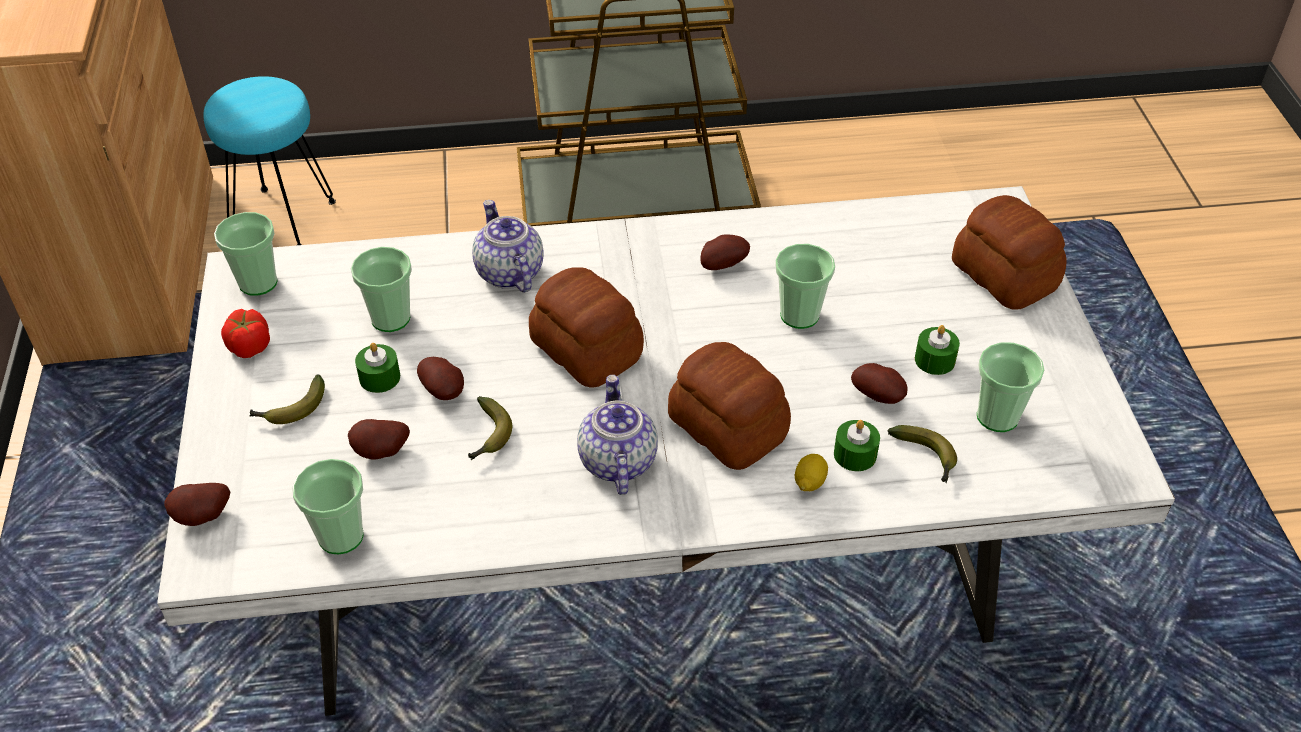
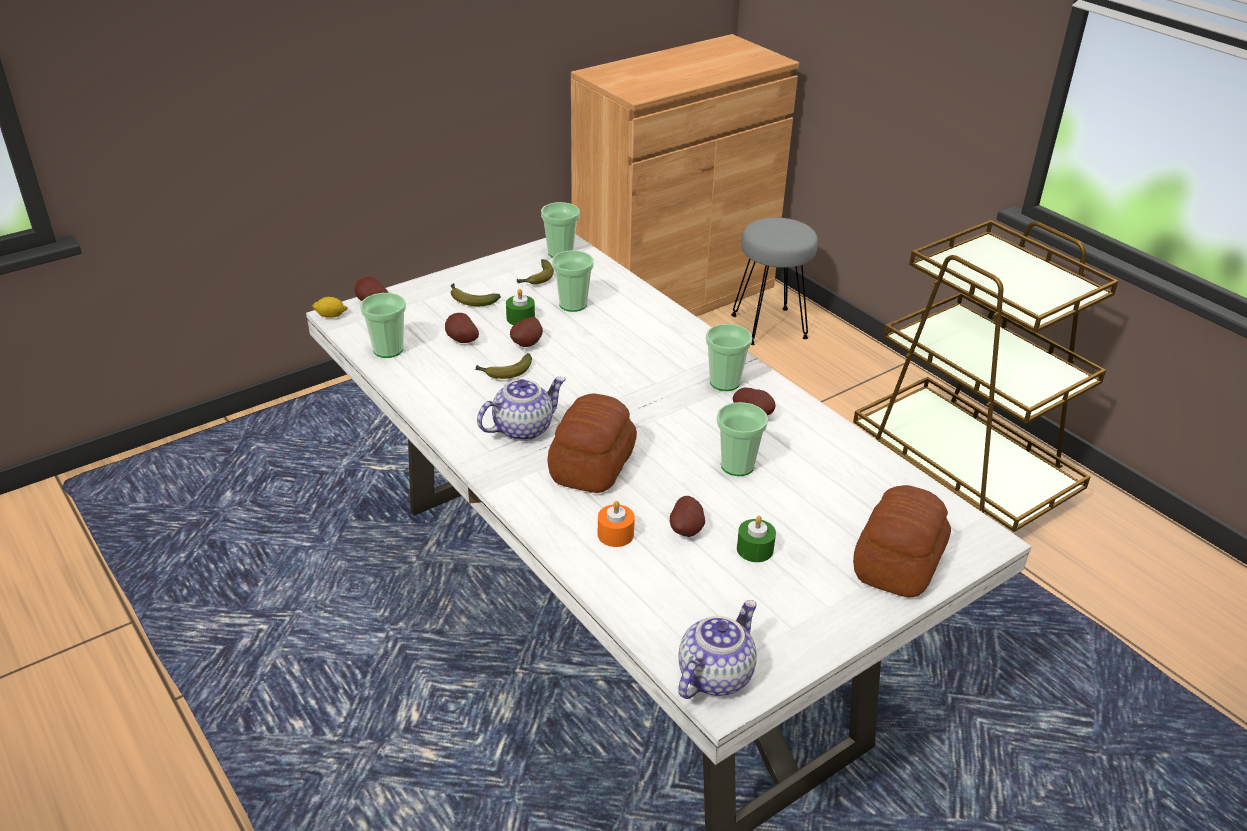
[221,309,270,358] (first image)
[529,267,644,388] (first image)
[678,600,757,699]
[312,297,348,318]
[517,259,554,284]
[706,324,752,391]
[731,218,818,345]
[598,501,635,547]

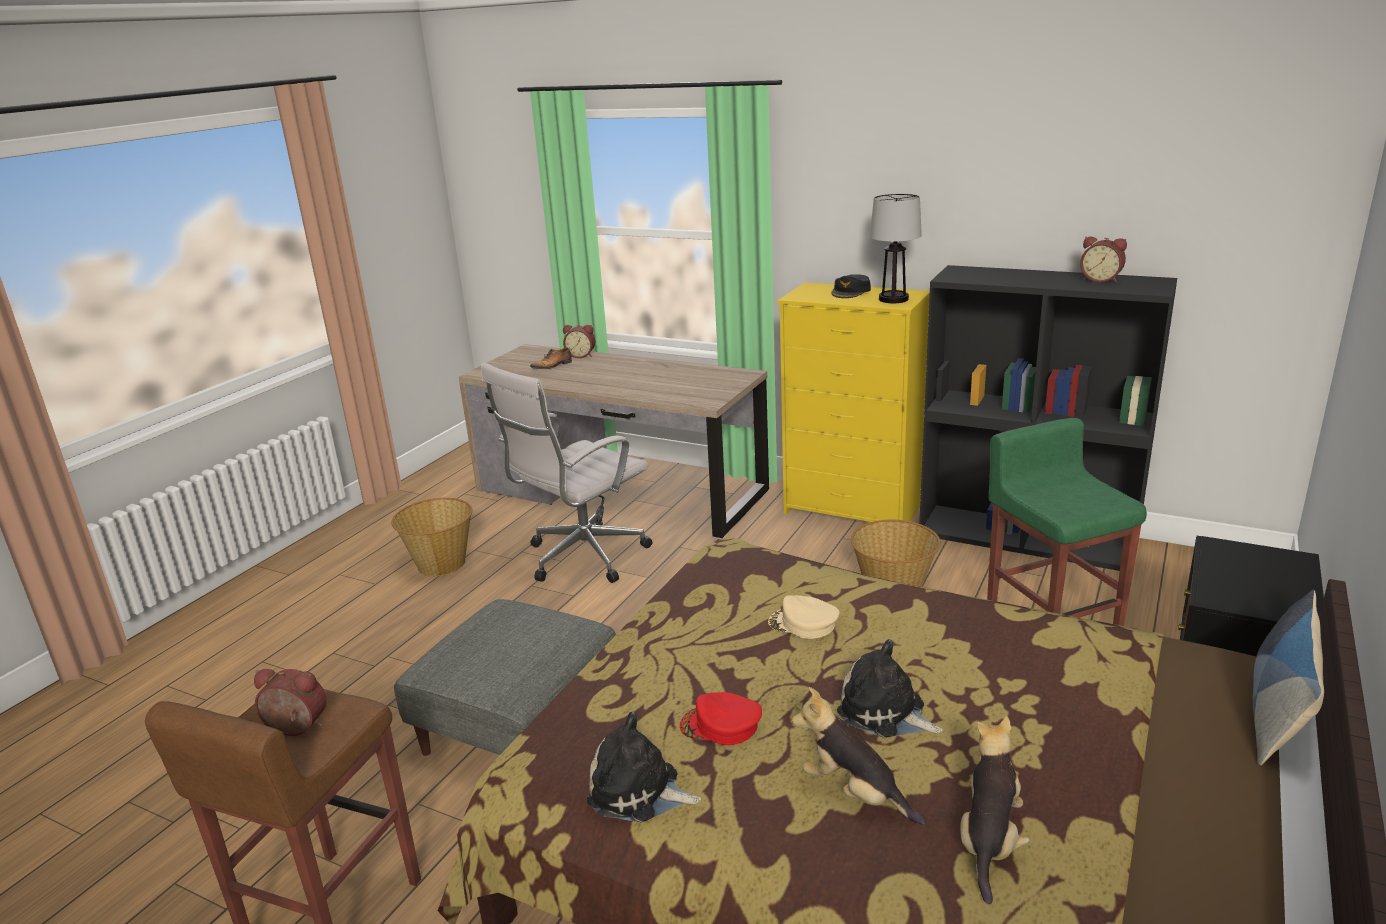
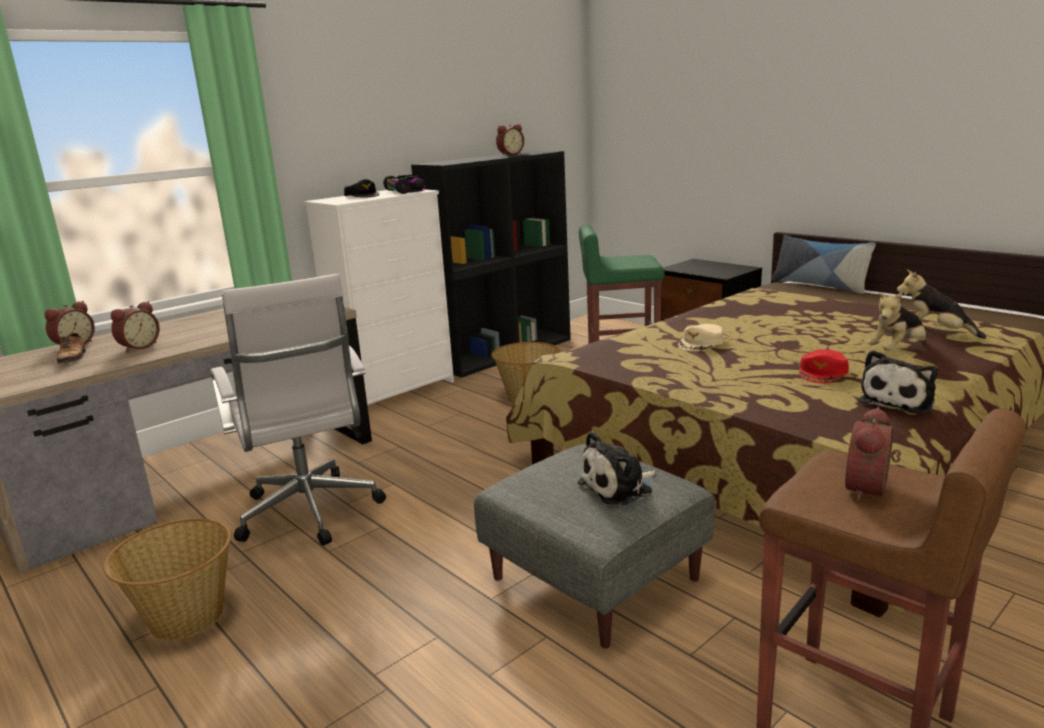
[111,301,160,352]
[578,431,656,505]
[383,174,426,194]
[304,189,454,405]

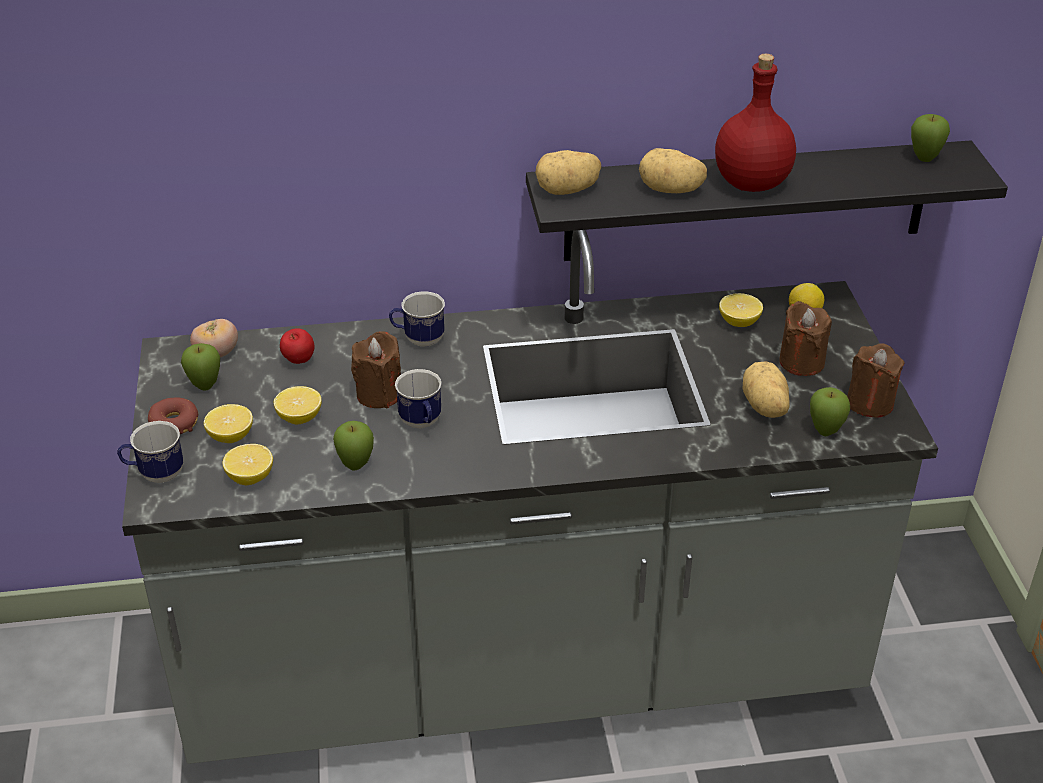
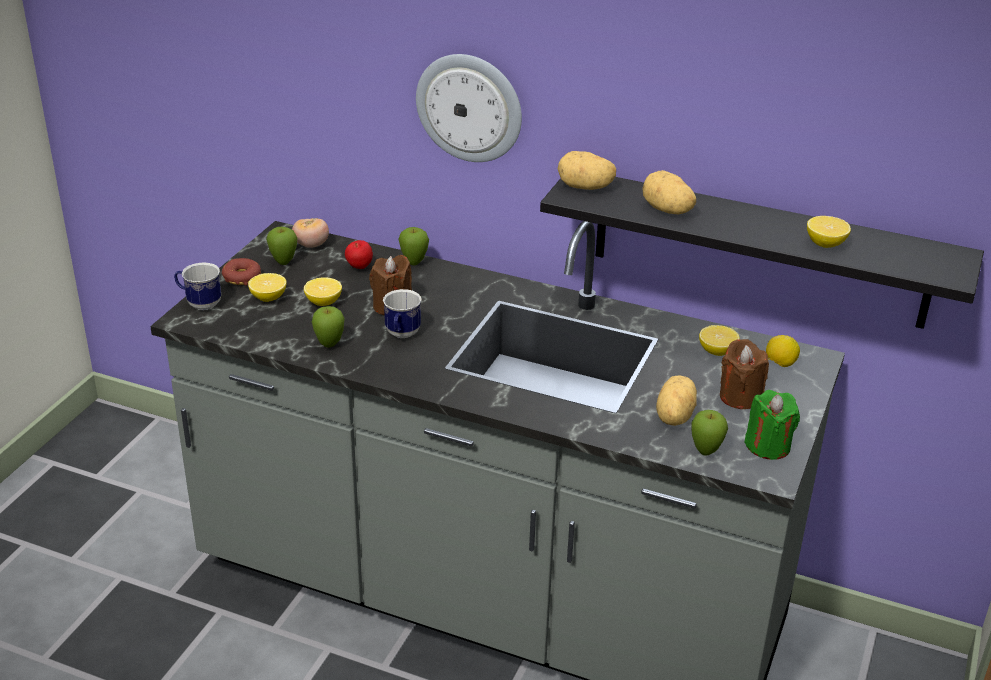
[389,291,445,347] (first image)
[715,54,796,192] (first image)
[416,54,522,162]
[807,216,851,248]
[399,227,429,265]
[744,390,800,460]

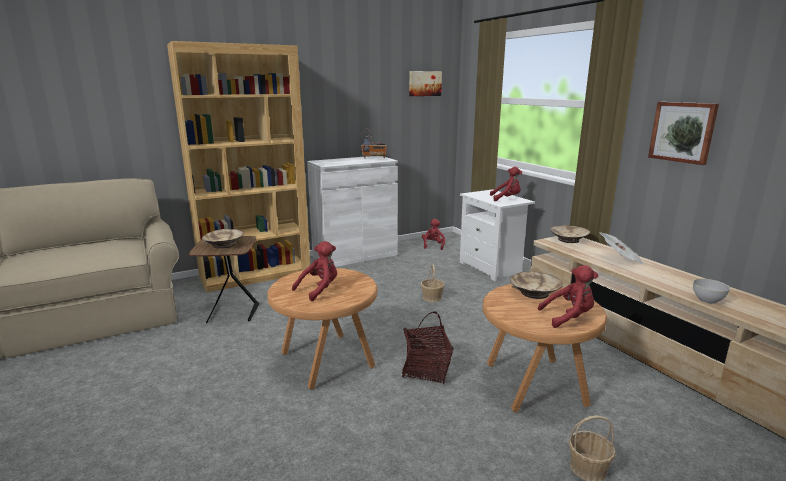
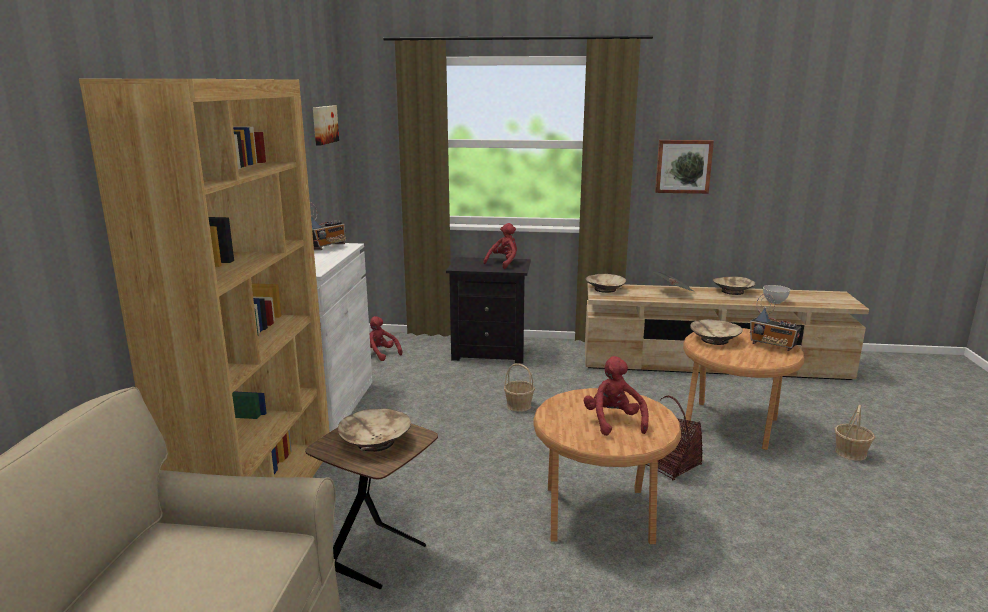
[713,277,756,295]
[749,294,801,351]
[446,257,531,364]

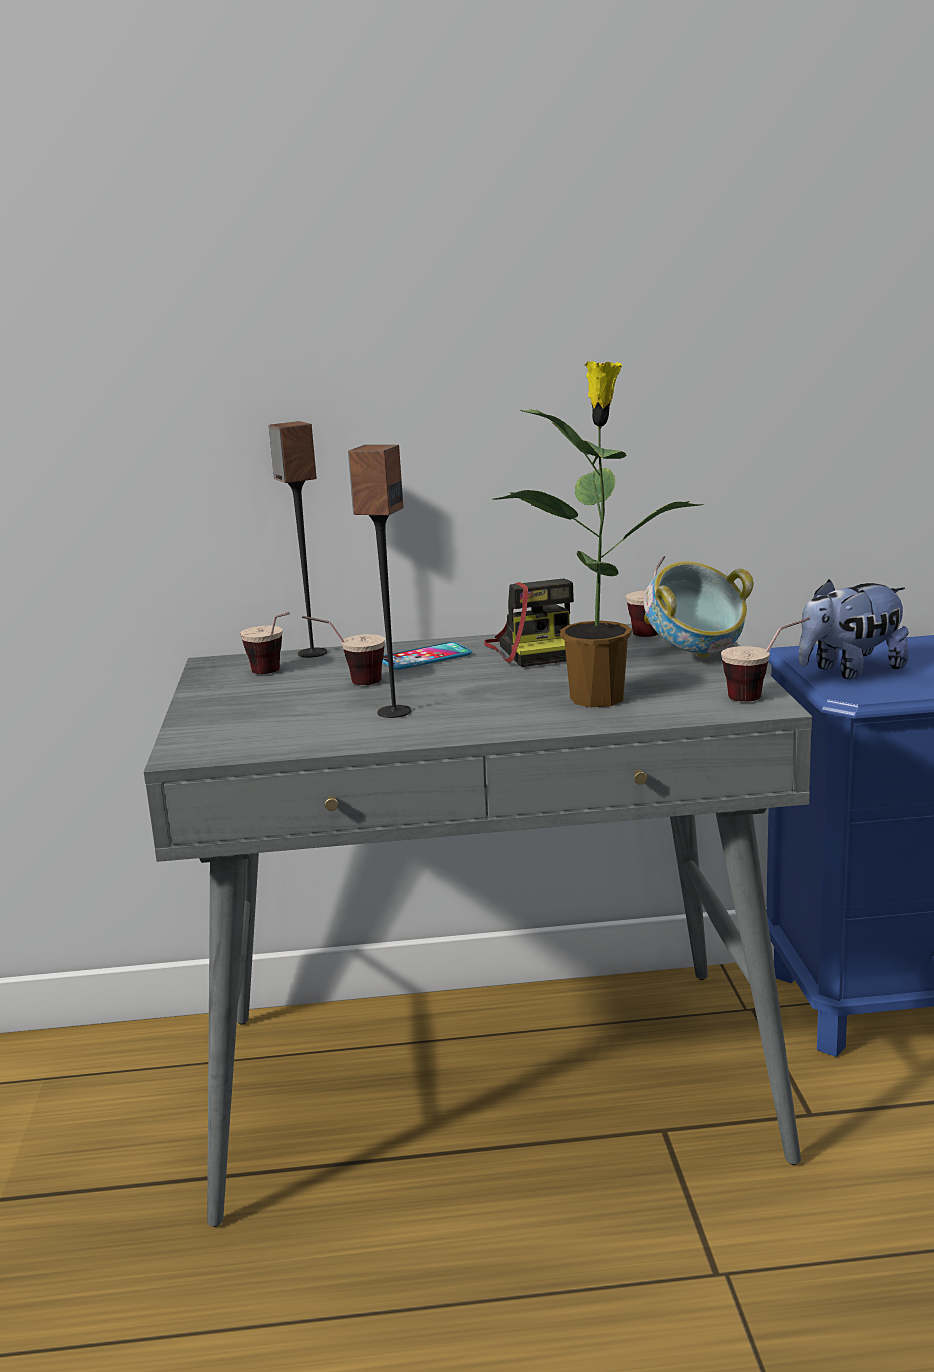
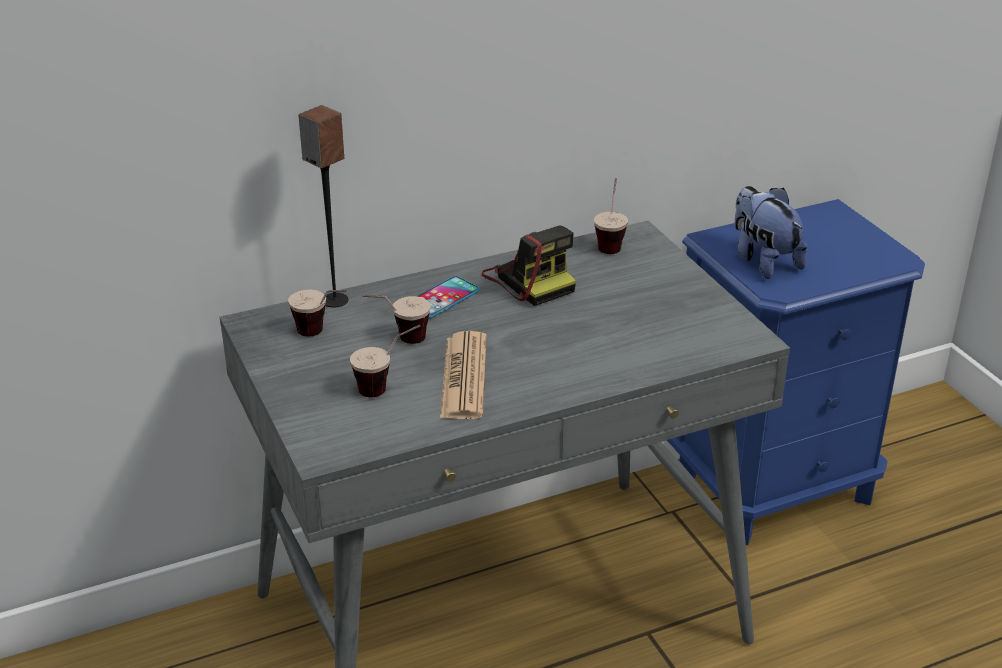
[493,361,704,708] (first image)
[644,561,754,658] (first image)
[350,325,421,397]
[440,331,487,419]
[734,186,807,279]

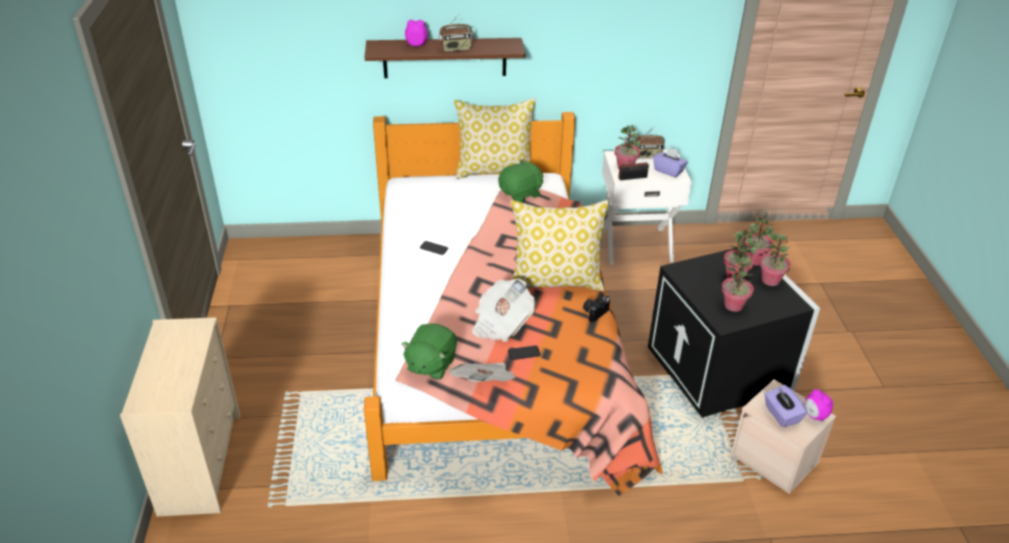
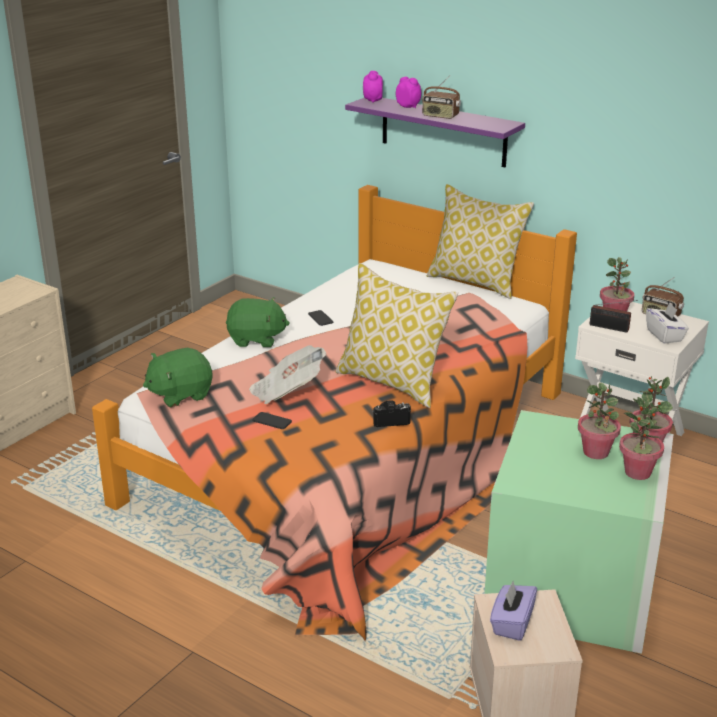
[449,362,516,382] (first image)
[722,255,754,312] (first image)
[226,297,290,347]
[363,71,383,103]
[345,97,525,167]
[484,410,673,654]
[646,302,689,344]

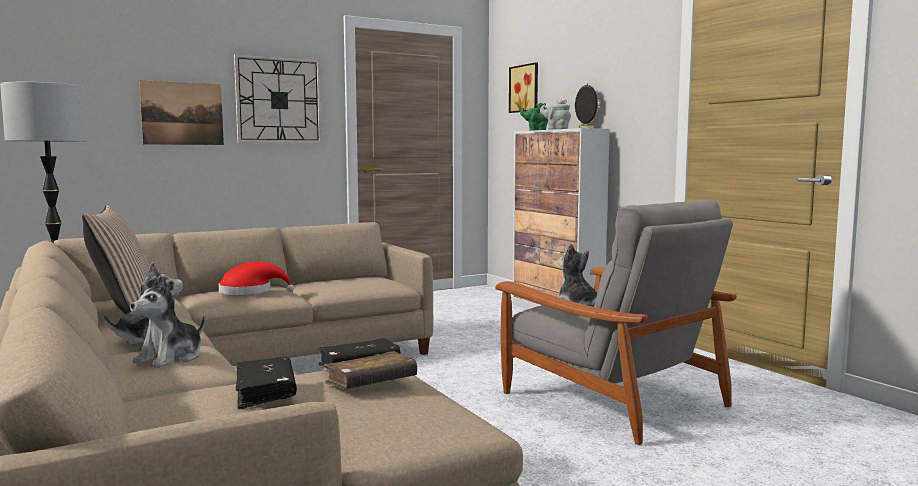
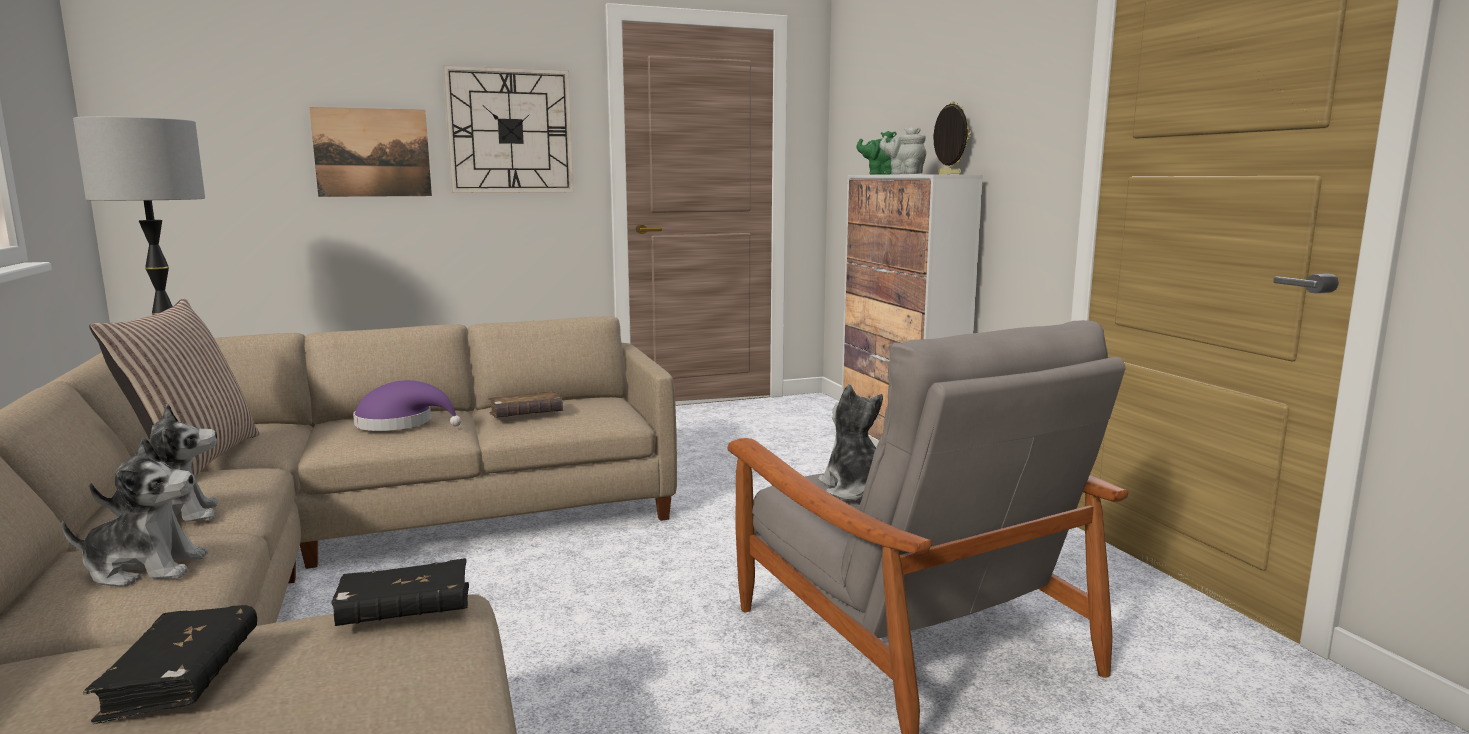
[509,62,538,113] (first image)
[488,391,564,418]
[353,380,461,431]
[62,438,208,587]

